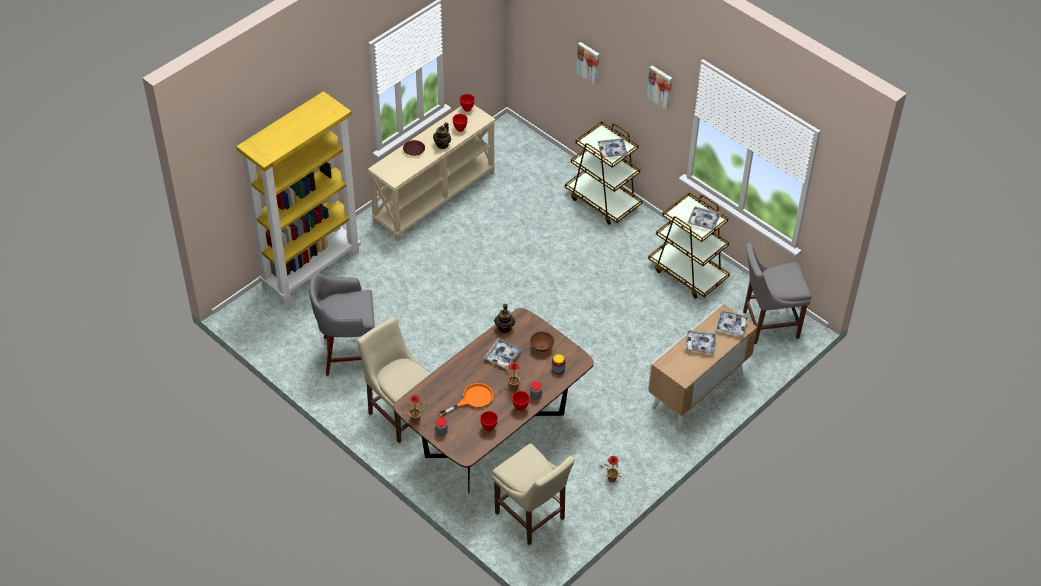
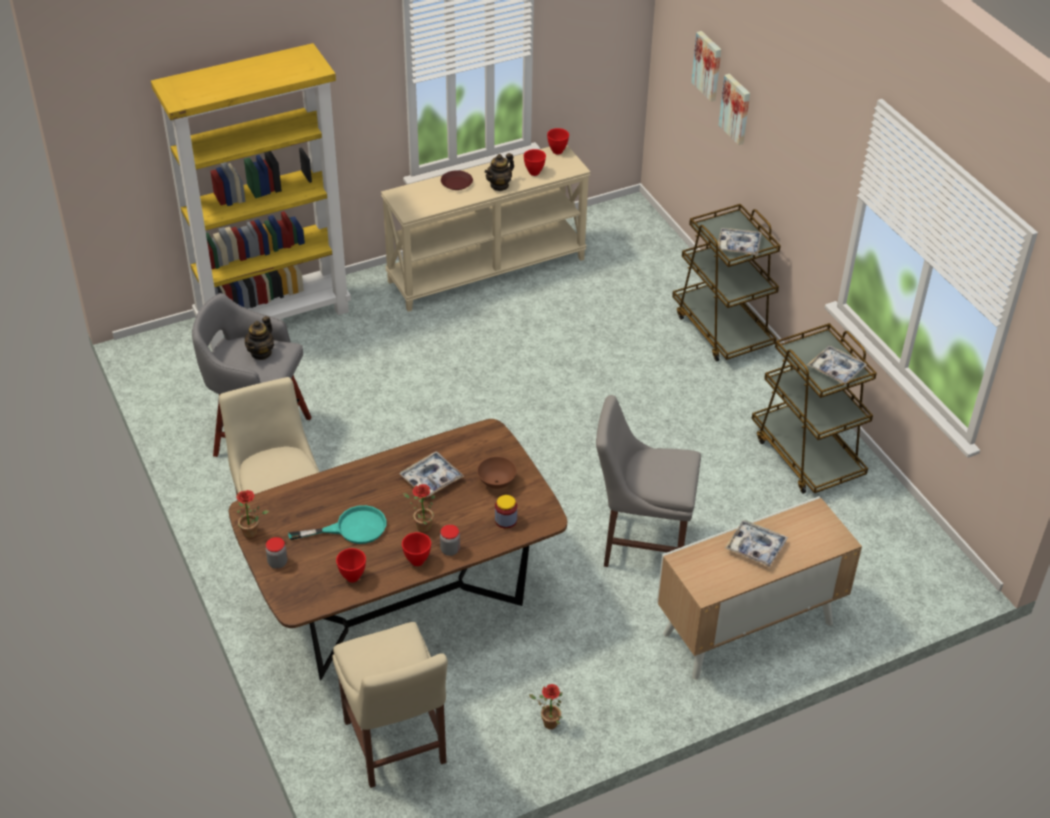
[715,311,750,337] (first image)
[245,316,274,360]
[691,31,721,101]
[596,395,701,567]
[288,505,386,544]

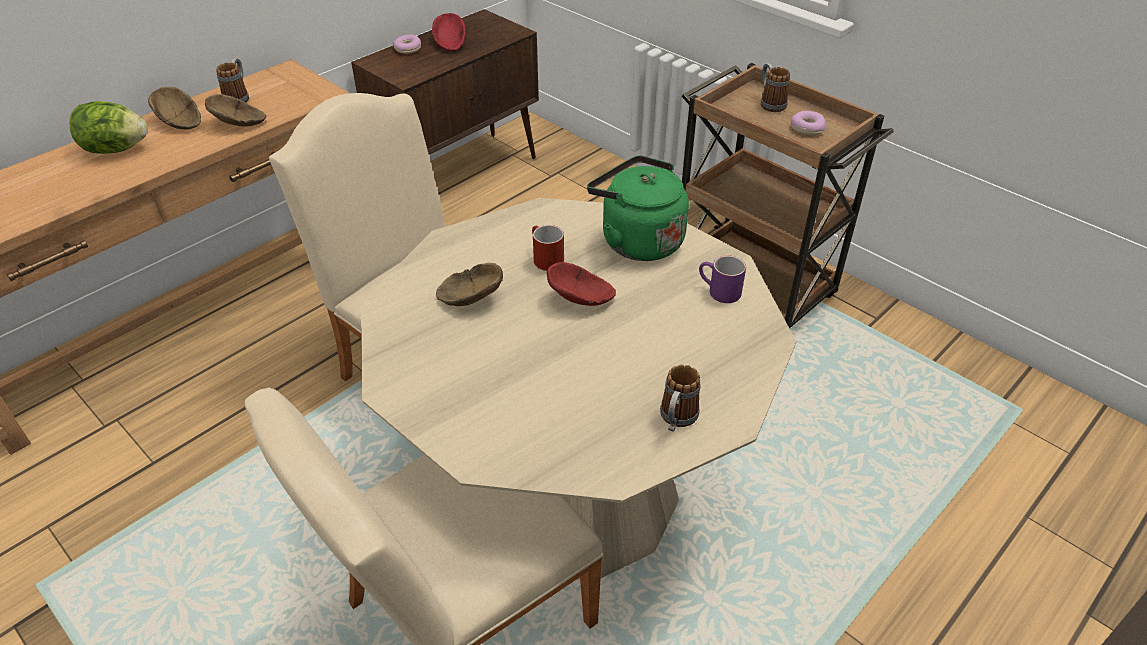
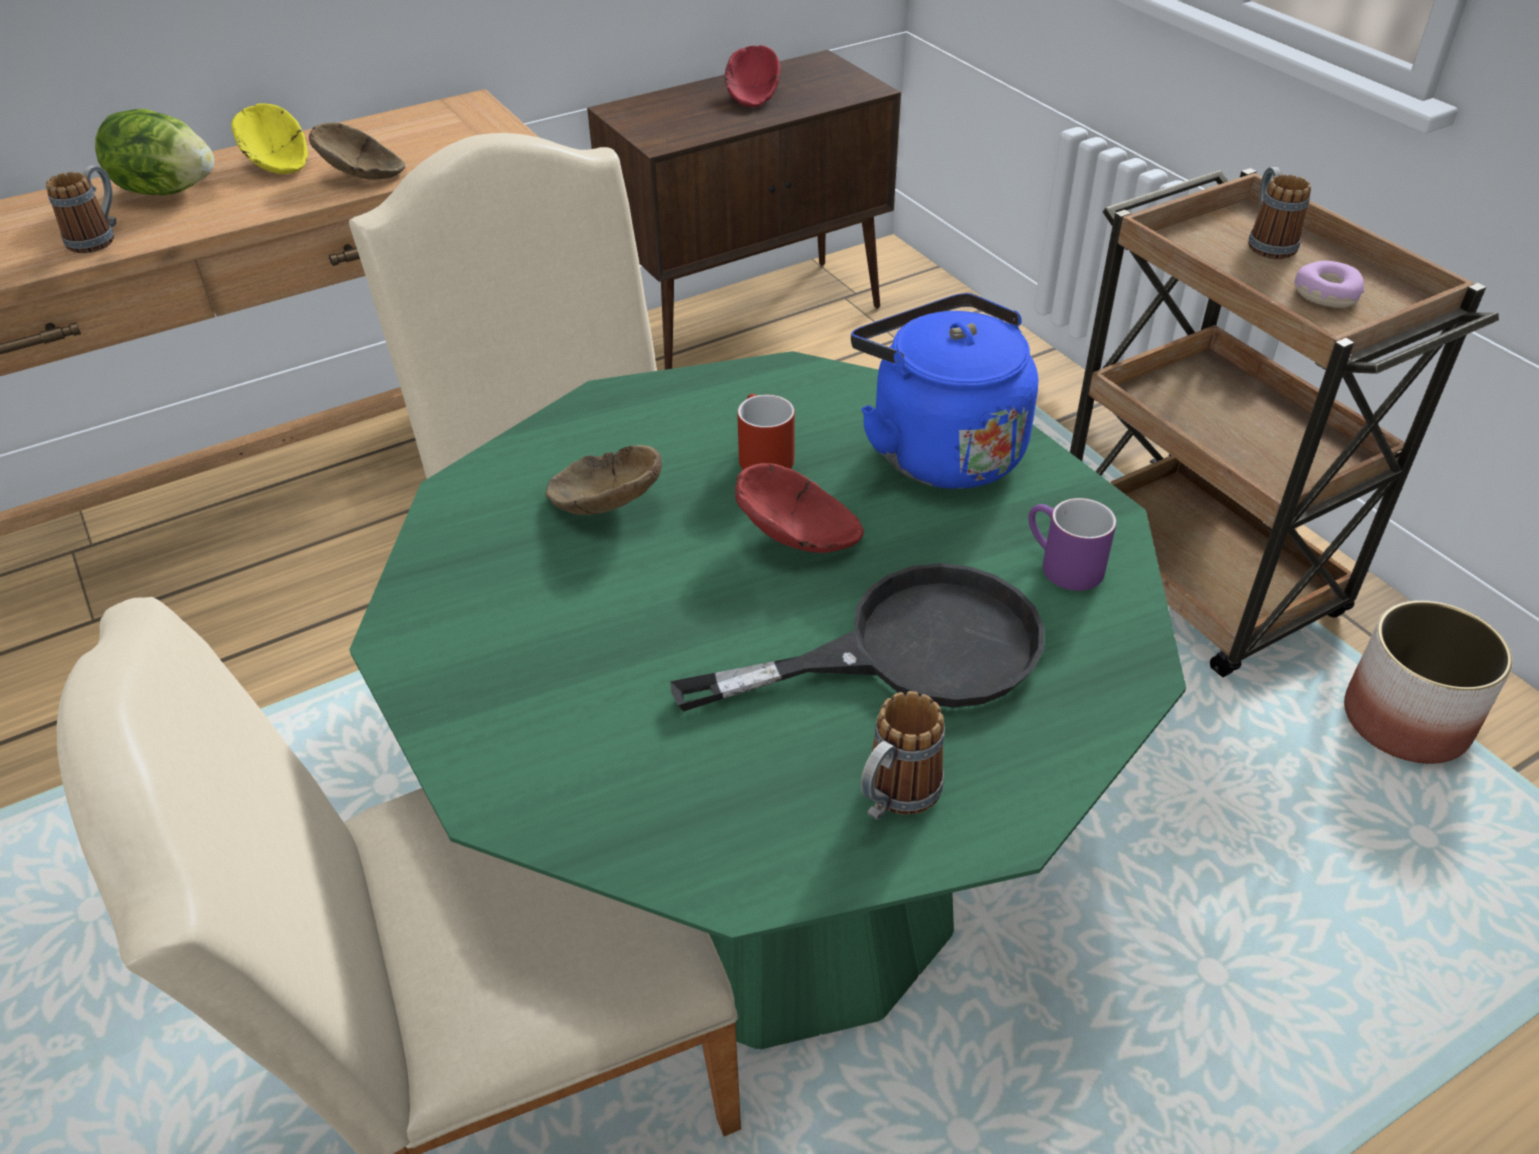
[393,35,421,54] (first image)
[670,563,1045,712]
[1344,600,1513,764]
[46,165,117,253]
[231,103,308,174]
[349,351,1186,1049]
[851,293,1038,489]

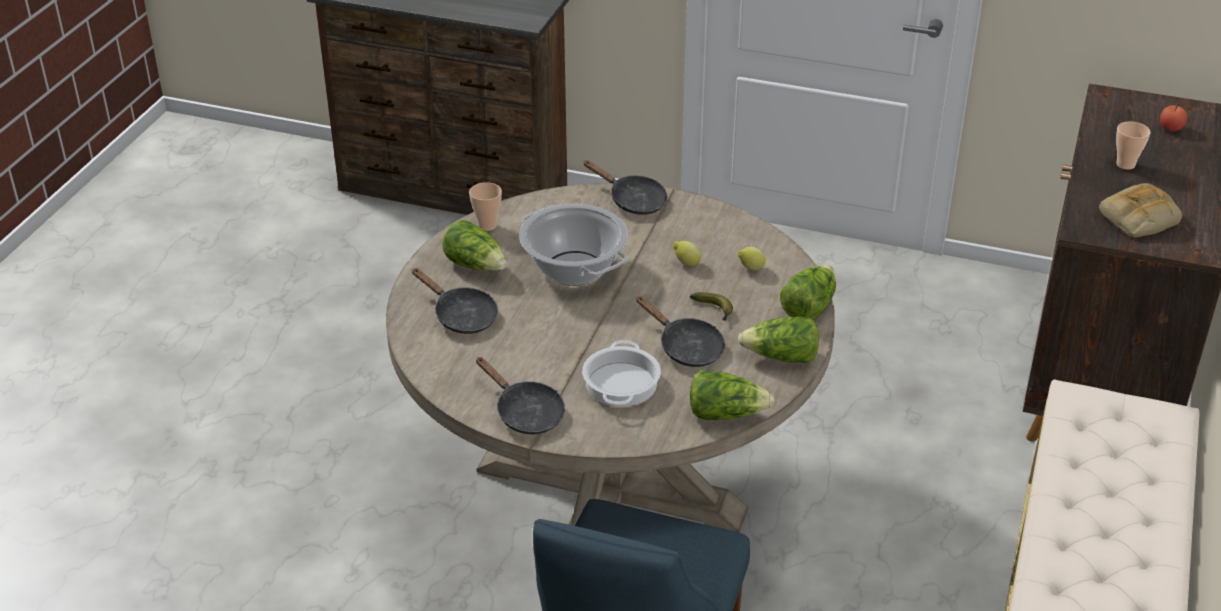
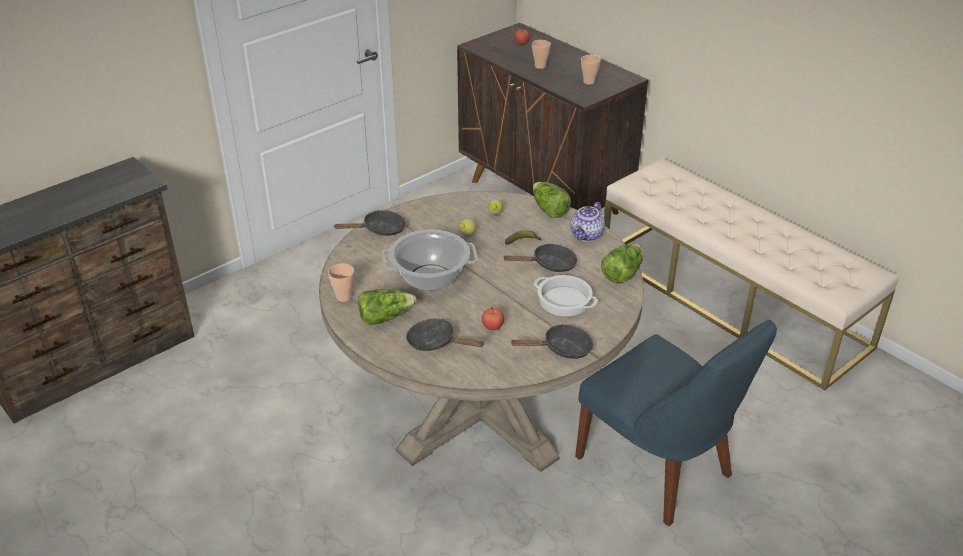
[482,307,504,330]
[571,202,605,242]
[581,55,601,85]
[406,319,485,351]

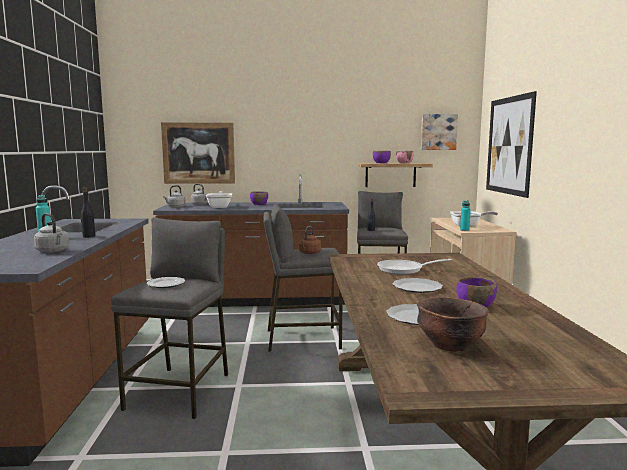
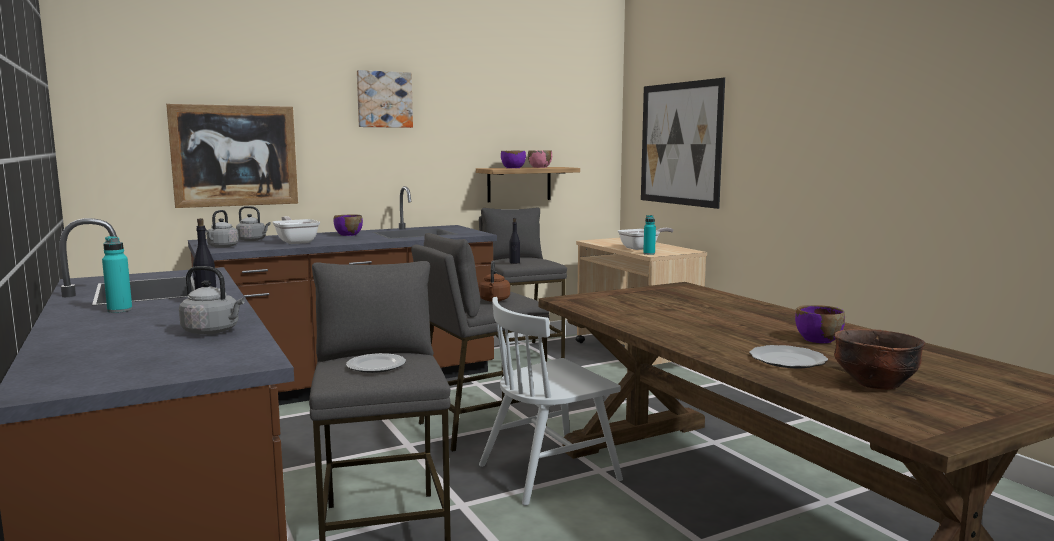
[377,259,452,275] (first image)
[393,278,443,293] (first image)
[479,297,623,506]
[357,70,413,128]

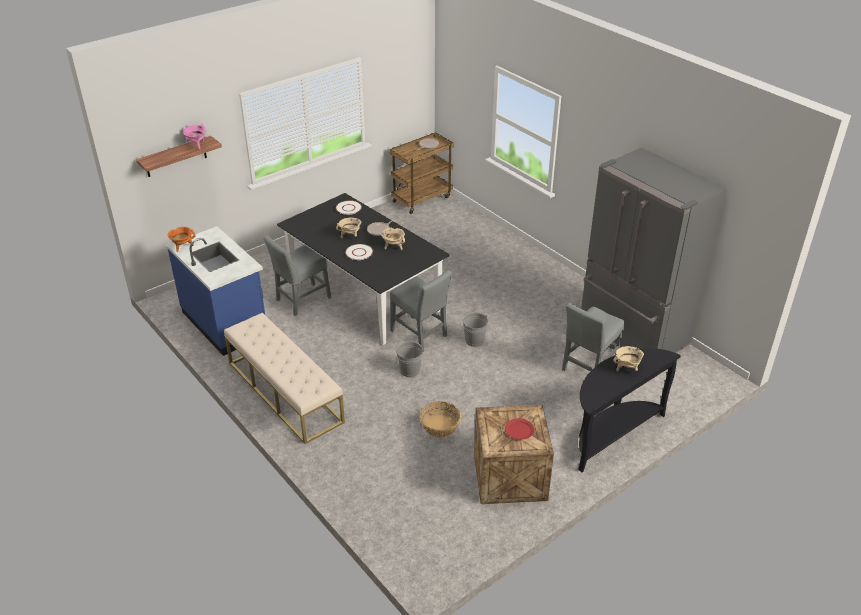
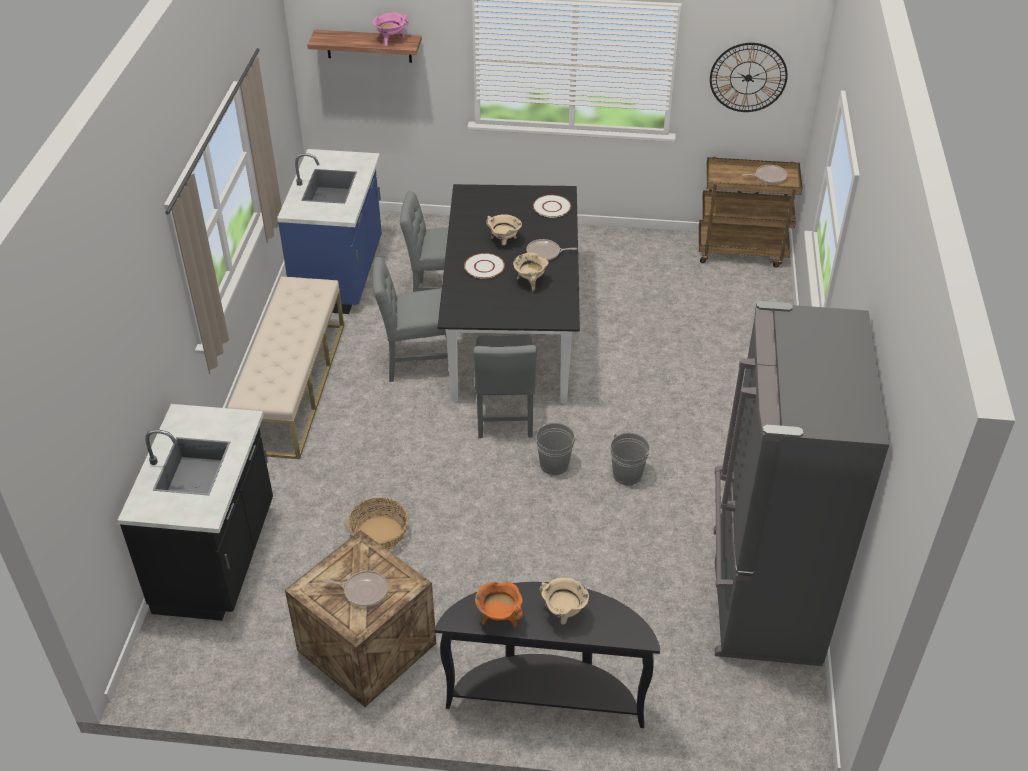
[118,404,273,621]
[710,43,788,112]
[475,581,523,628]
[610,432,650,485]
[372,257,448,382]
[323,570,388,607]

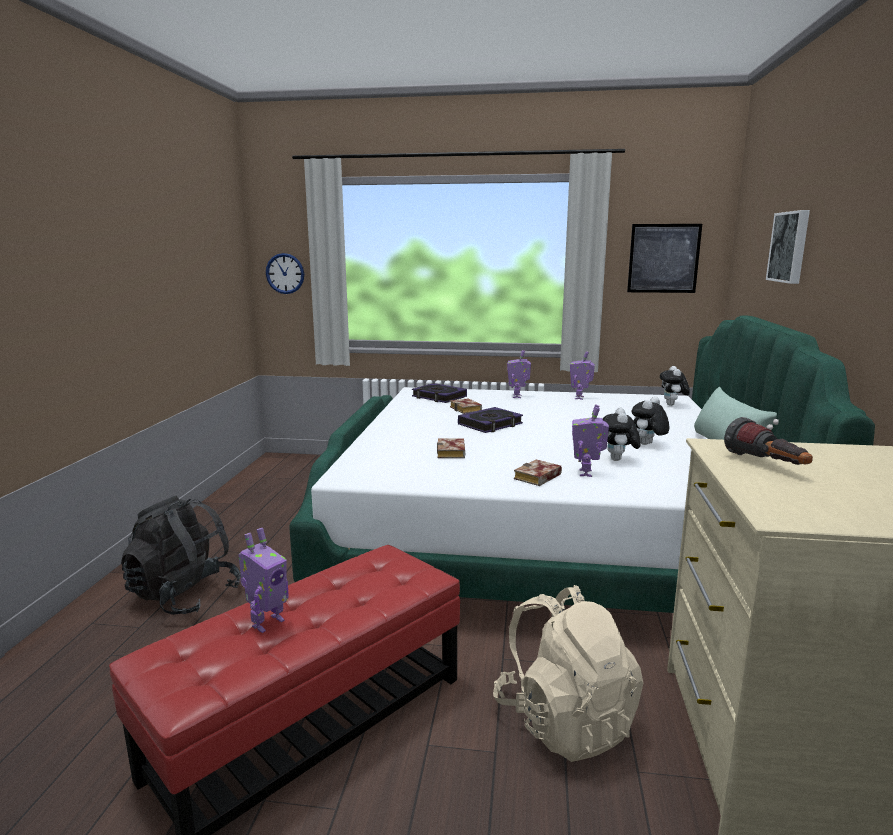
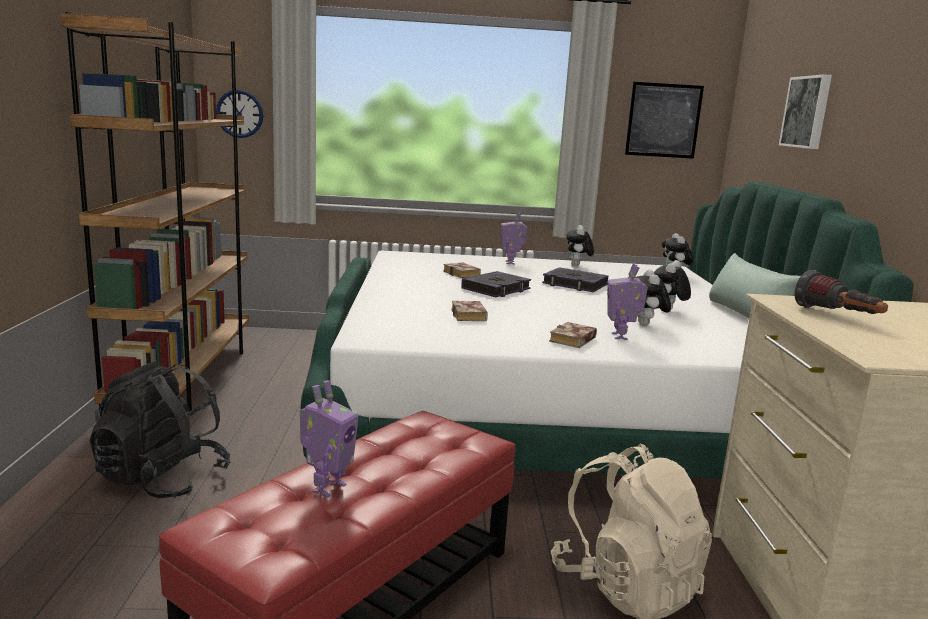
[61,12,249,416]
[542,267,608,292]
[566,225,594,266]

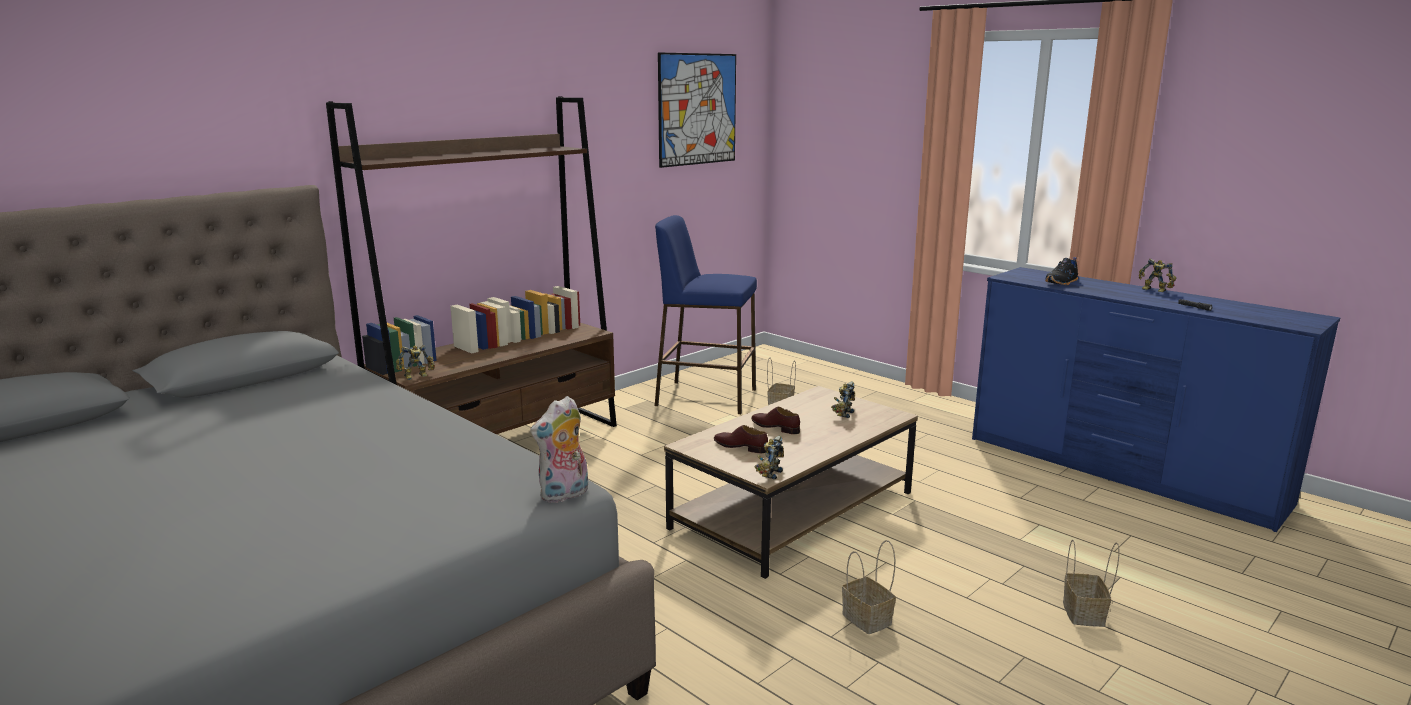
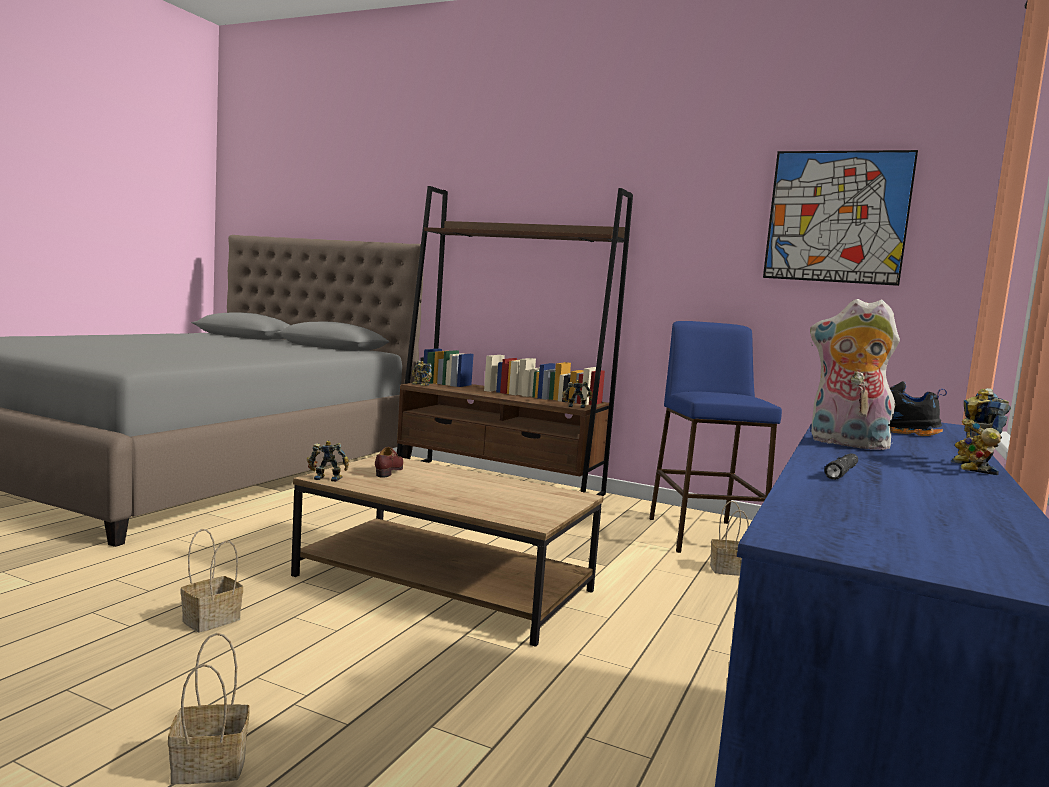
[751,407,800,434] (first image)
[810,299,900,450]
[562,380,593,408]

